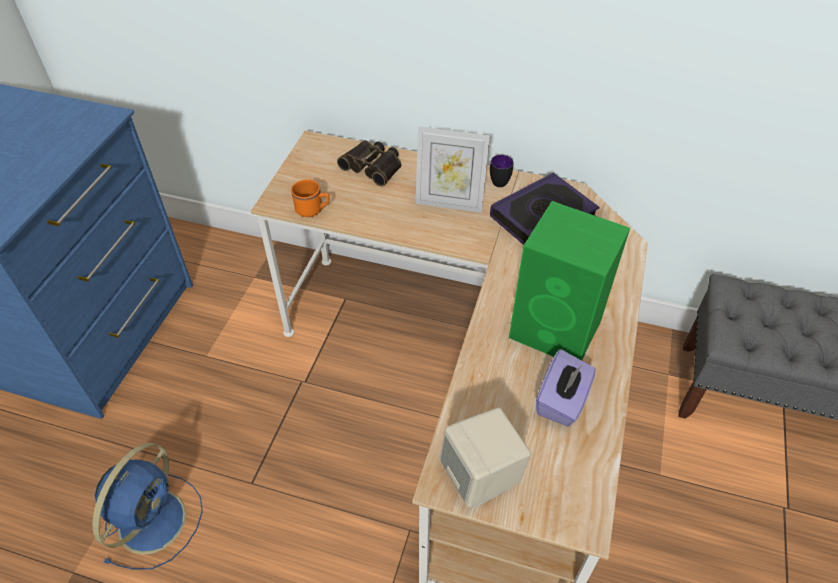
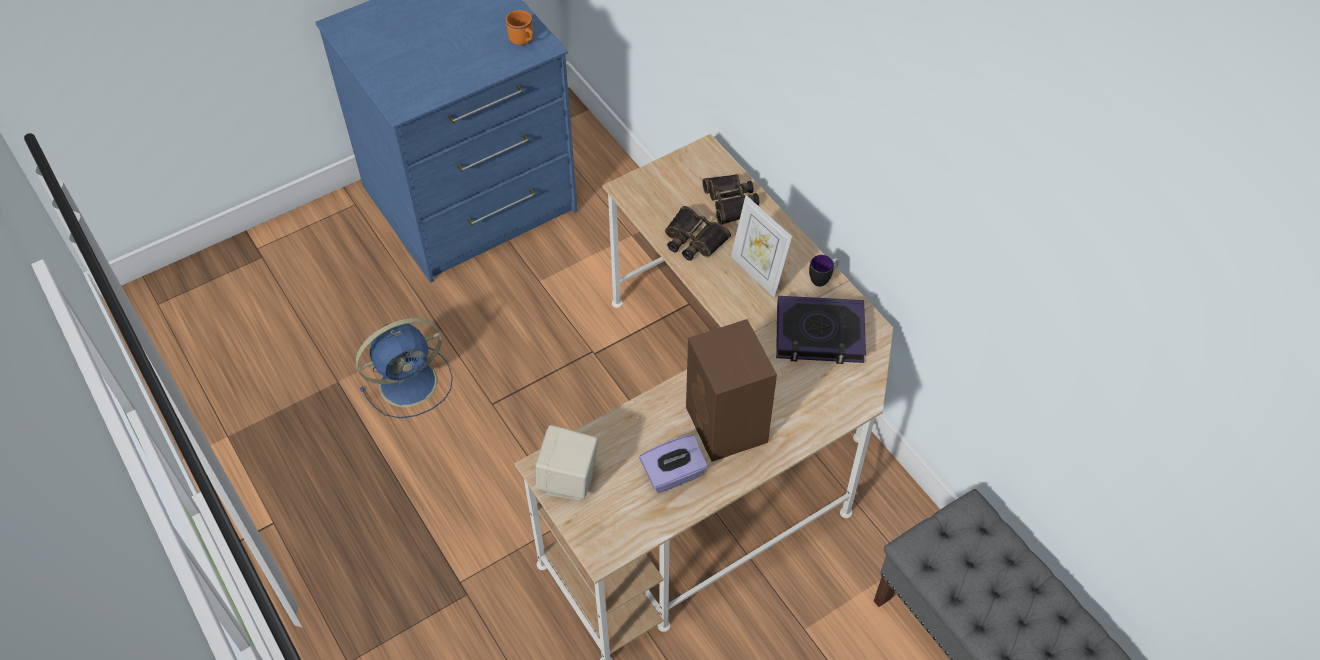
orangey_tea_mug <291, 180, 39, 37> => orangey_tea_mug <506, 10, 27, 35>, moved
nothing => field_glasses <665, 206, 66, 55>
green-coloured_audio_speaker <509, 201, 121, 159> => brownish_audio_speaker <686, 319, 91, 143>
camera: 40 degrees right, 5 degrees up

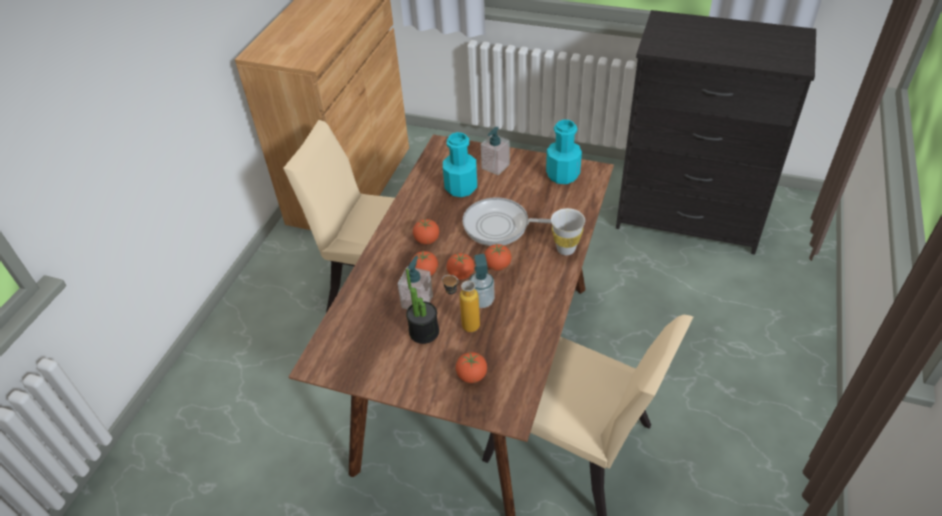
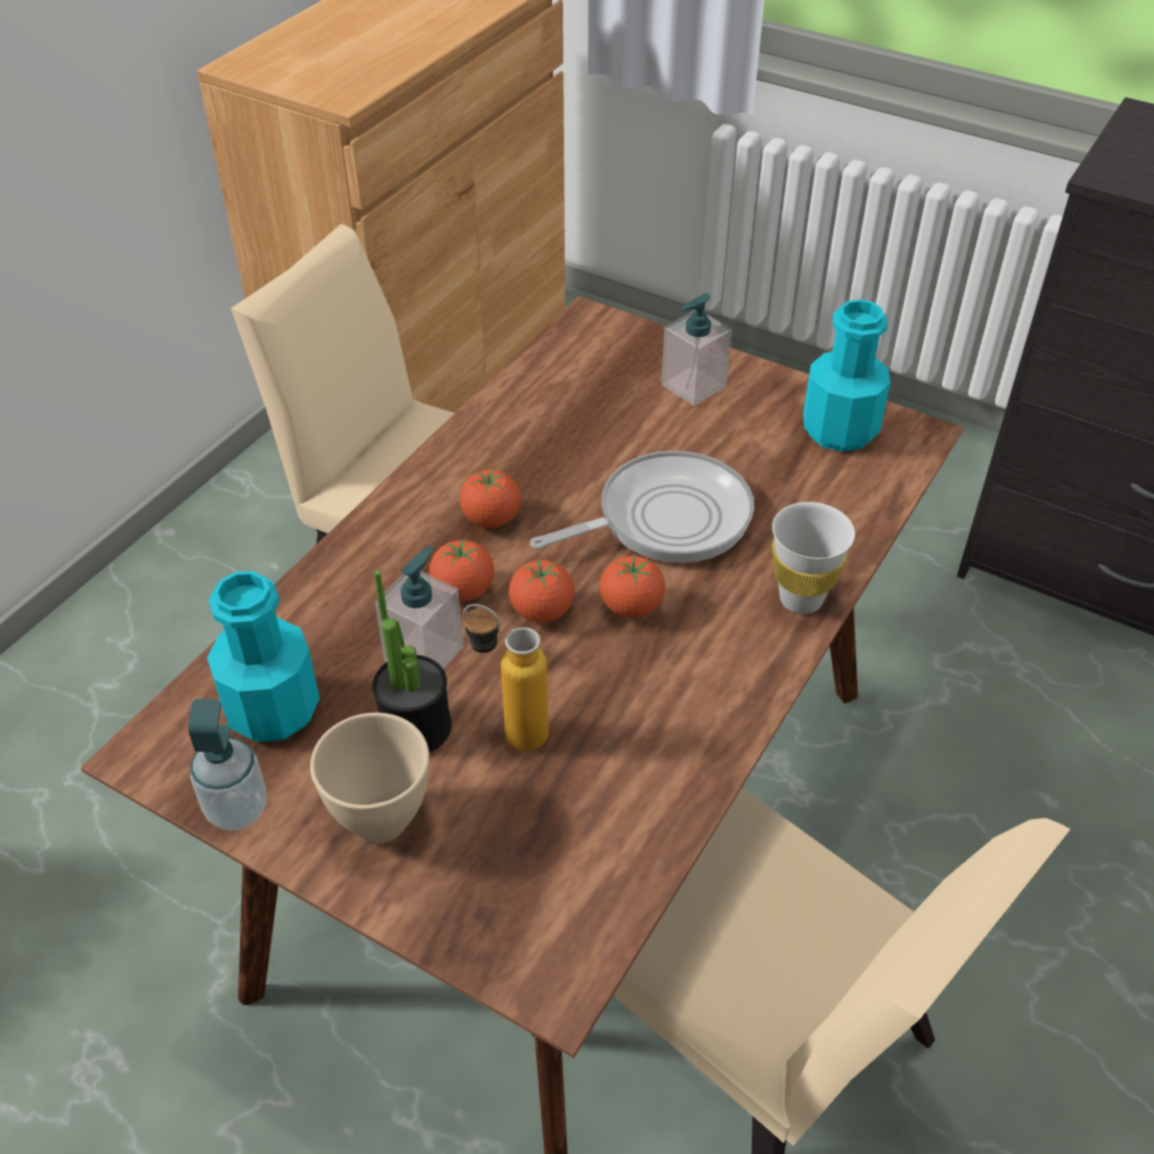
liquid_soap_bottle <469, 254, 26, 54> => liquid_soap_bottle <188, 699, 79, 132>, moved
turquoise_beverage_bottle <443, 132, 34, 65> => turquoise_beverage_bottle <207, 571, 113, 171>, moved
nothing => beige-coloured_bowl <310, 713, 119, 130>
pan <463, 198, 88, 48> => pan <530, 451, 224, 112>, 135 degrees clockwise
fresh_tomato <456, 352, 31, 31> => nothing
camera: 10 degrees right, 0 degrees up

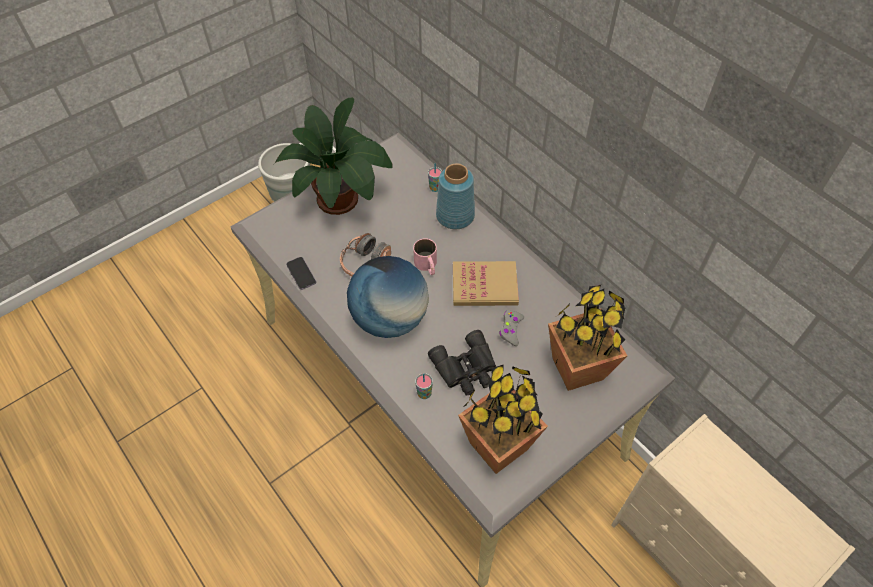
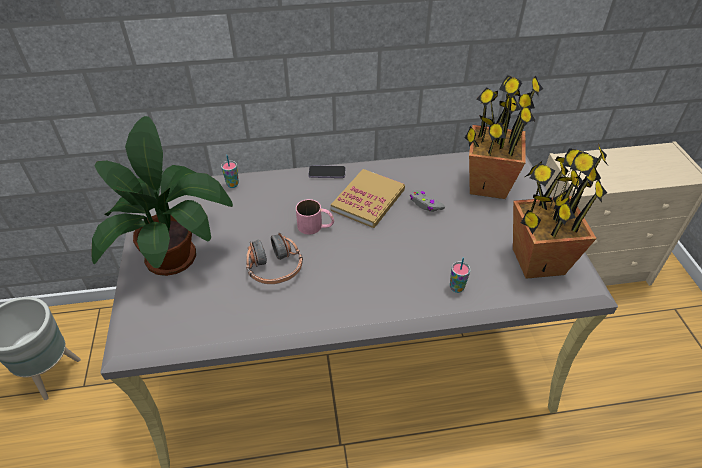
telephone <286, 257, 30, 33> => telephone <309, 166, 36, 12>, moved
desk_globe <347, 256, 82, 82> => nothing
blackish_field_glasses <428, 330, 68, 66> => nothing
blue-coloured_decorative_vase <436, 163, 39, 66> => nothing
camera: 60 degrees left, 10 degrees down

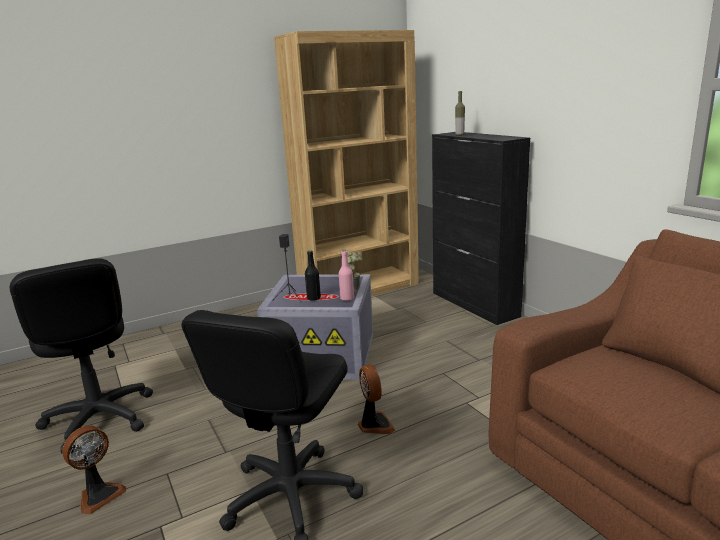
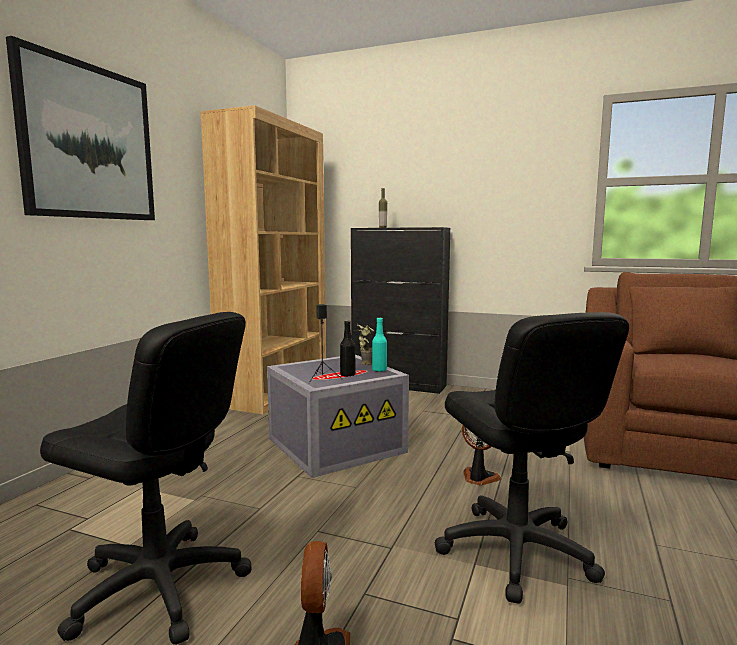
nothing => wall_picture <6, 36, 149, 184>
pink_beverage_bottle <339, 250, 15, 51> => turquoise_beverage_bottle <372, 318, 15, 54>
camera: 40 degrees left, 10 degrees down

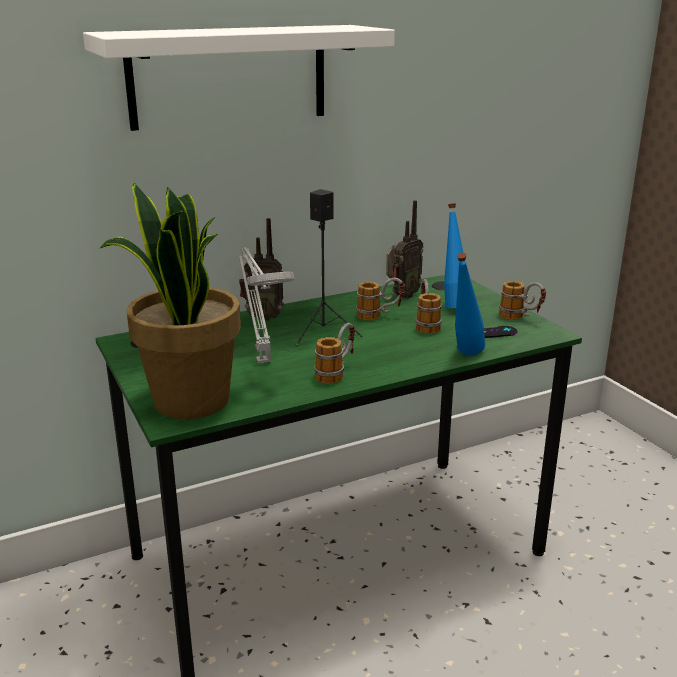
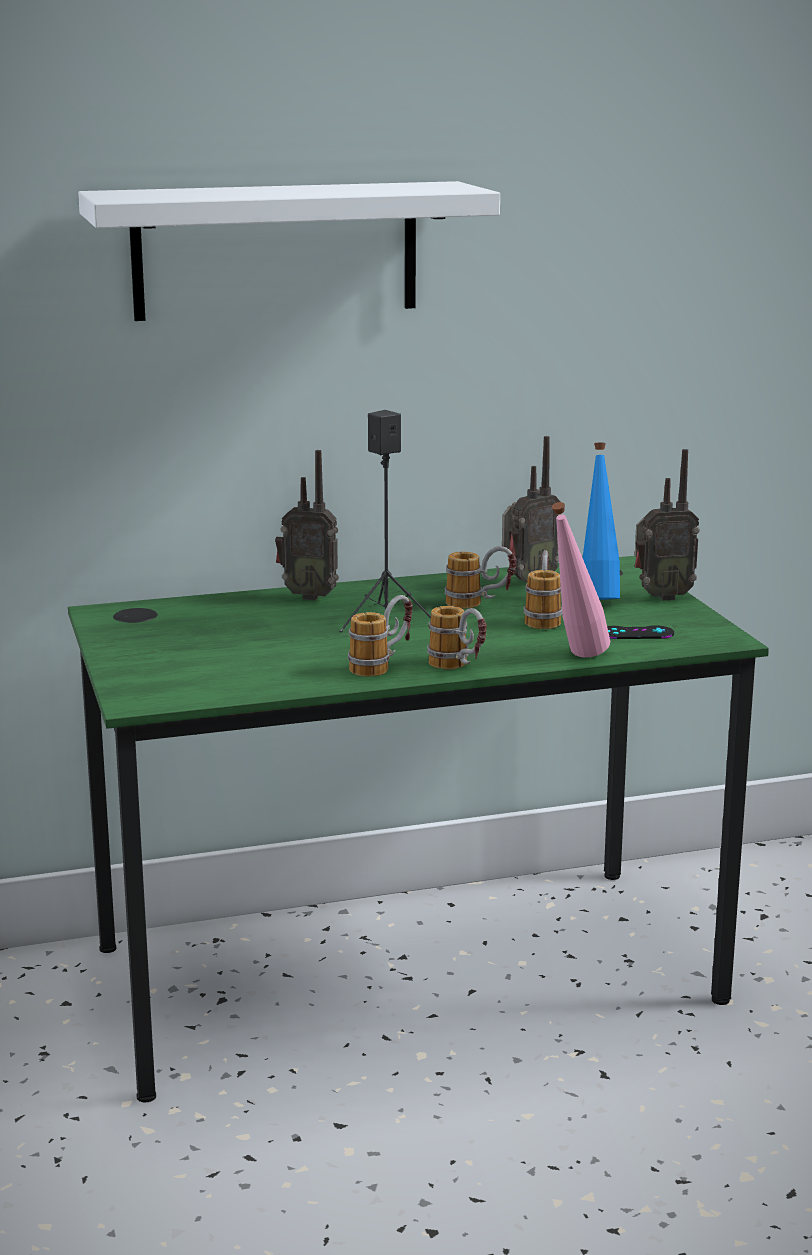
tea_mug <499, 281, 47, 39> => tea_mug <427, 606, 60, 64>, moved
blue-coloured_beverage_bottle <455, 253, 30, 102> => pink_beverage_bottle <552, 502, 58, 156>
nothing => radio_set <635, 449, 65, 152>
potted_plant <99, 183, 142, 236> => nothing
grey_tabletop_lamp <239, 247, 55, 116> => nothing
camera: 10 degrees right, 5 degrees down

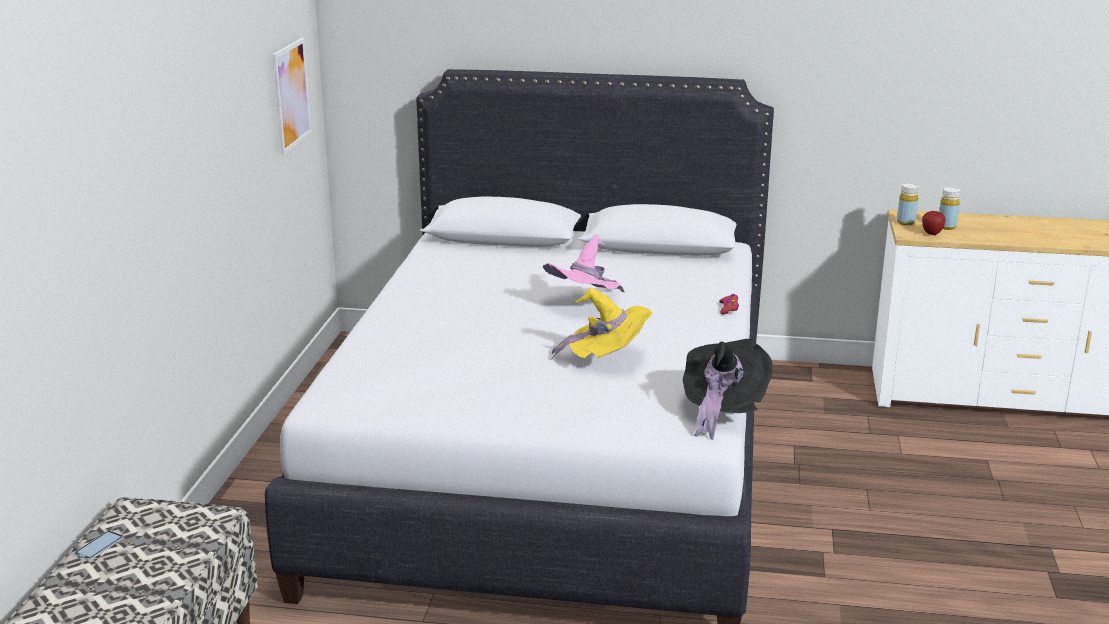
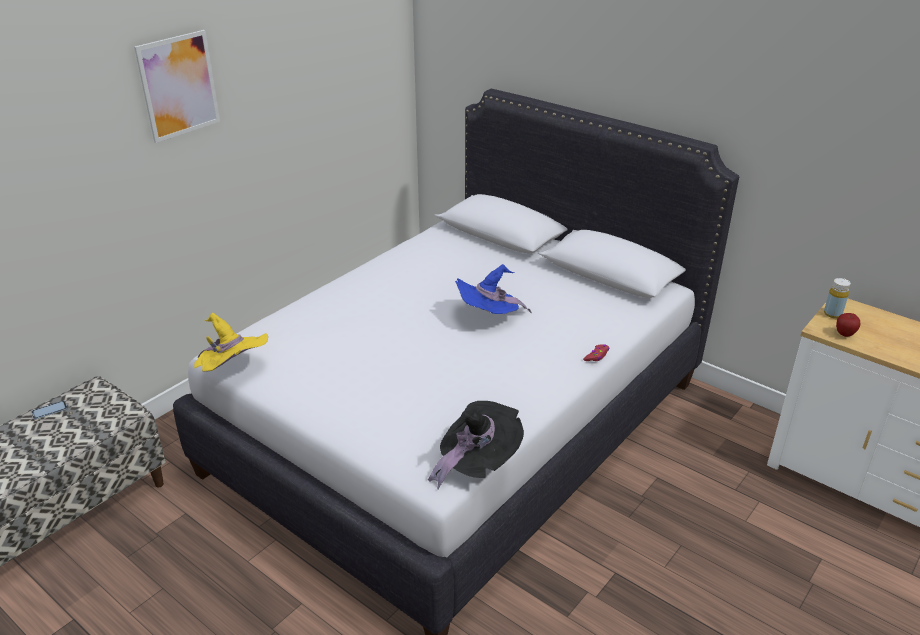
wall_picture <272, 38, 40, 116> => wall_picture <134, 30, 86, 113>, moved
yellow_clothing_hat <550, 287, 102, 73> => yellow_clothing_hat <194, 313, 74, 59>, moved
pink_clothing_hat <543, 235, 81, 57> => blue-coloured_clothing_hat <455, 264, 77, 50>
yellow_beverage_bottle <939, 187, 21, 43> => nothing
camera: 30 degrees right, 10 degrees up

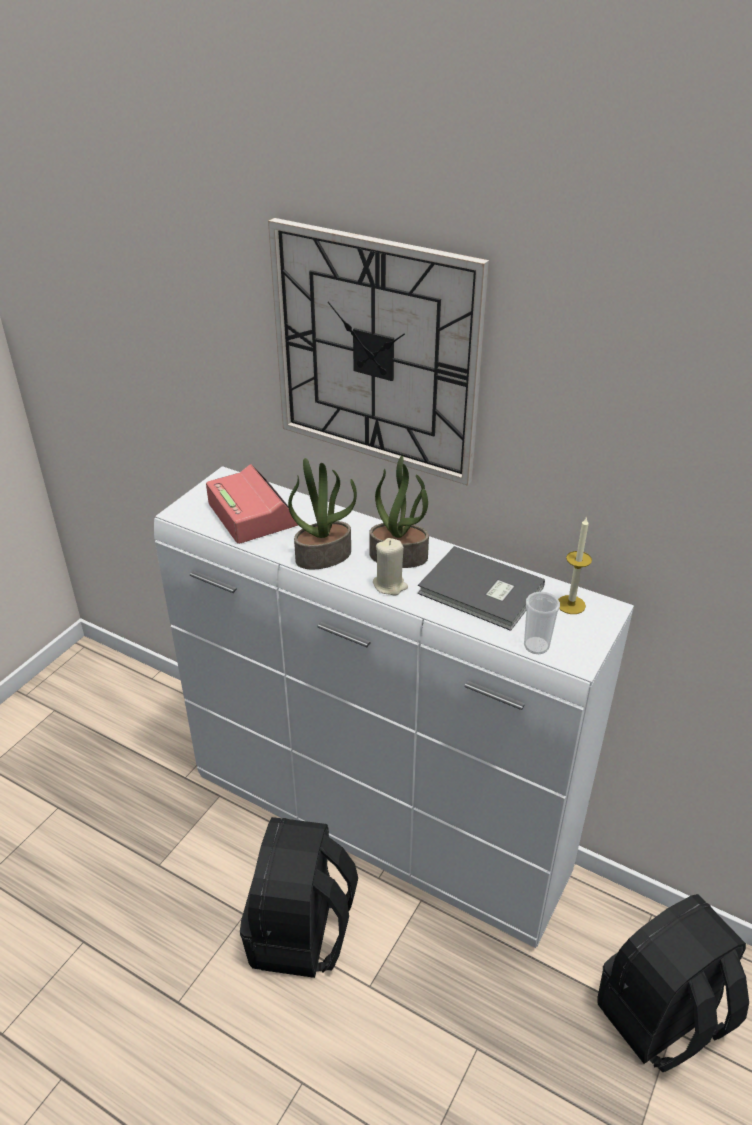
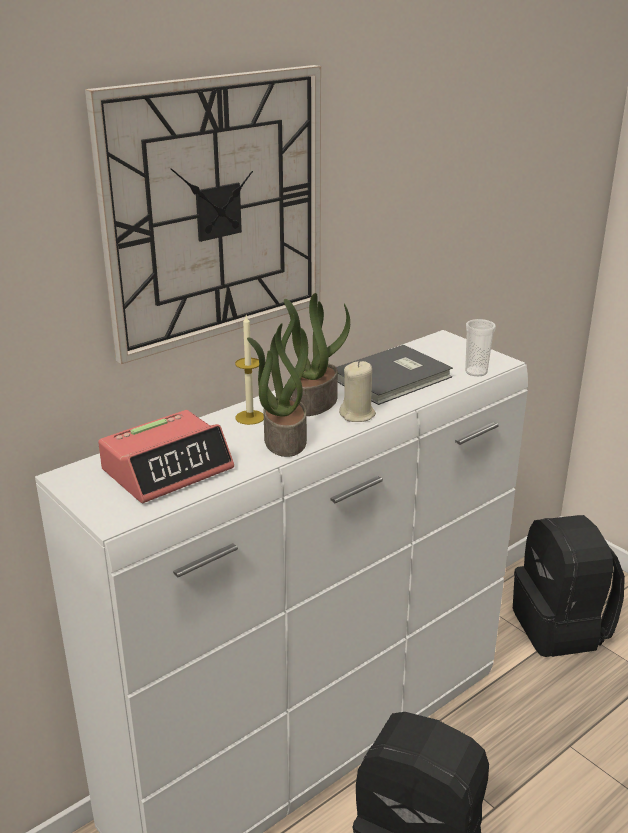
table_clock <206, 464, 92, 80> => table_clock <98, 410, 136, 93>, 150 degrees clockwise
candle <558, 516, 34, 98> => candle <235, 315, 29, 110>, moved
camera: 70 degrees left, 10 degrees down

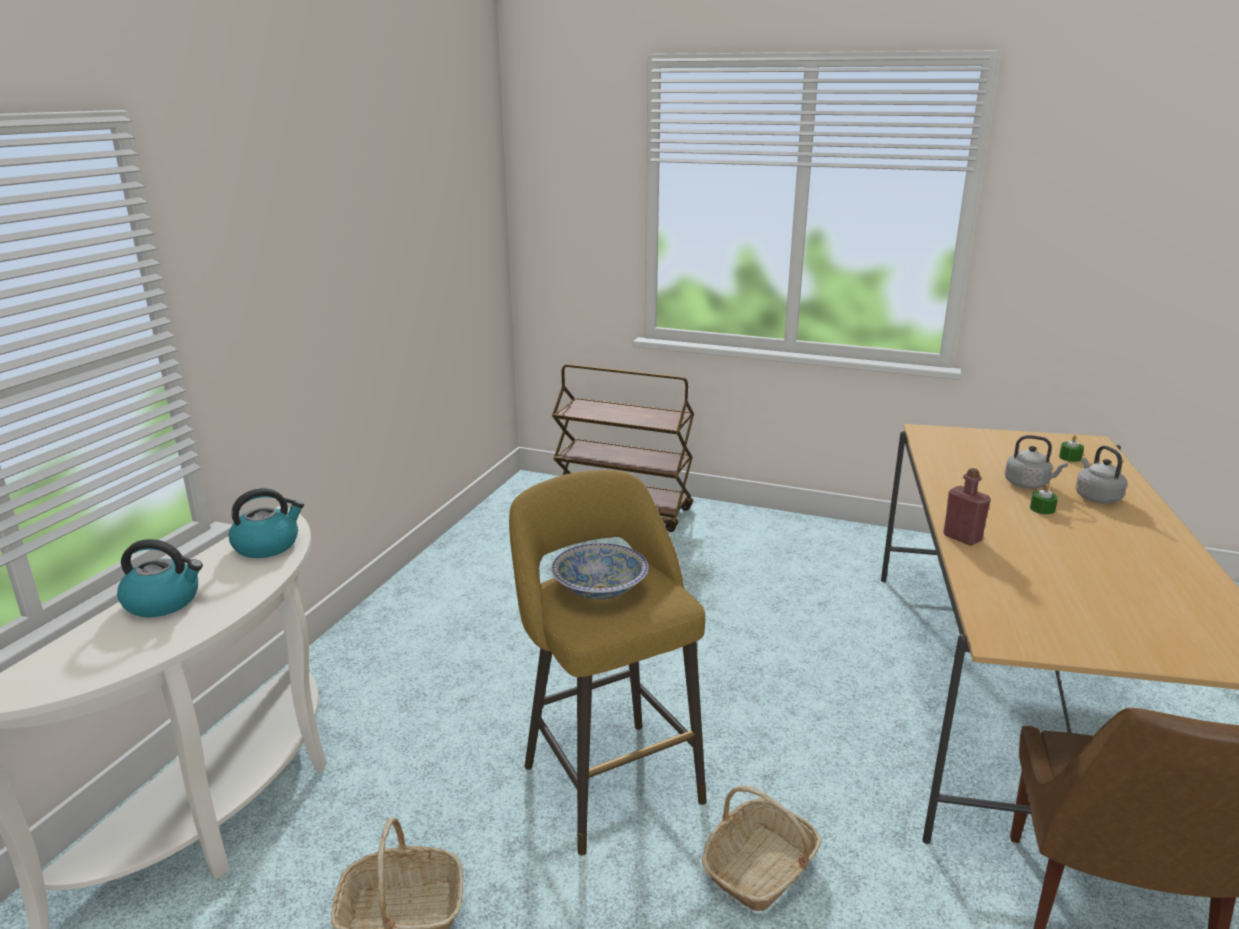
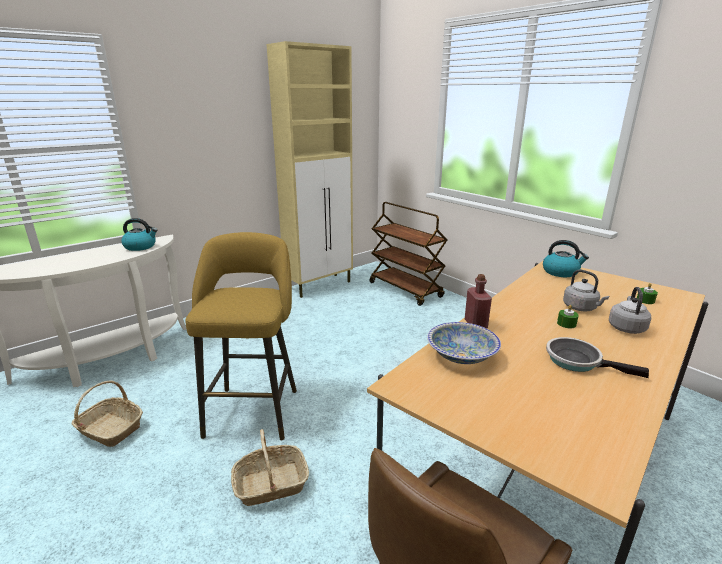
nothing => beige-coloured_cabinet <267, 41, 86, 257>
bowl <551, 543, 97, 56> => bowl <427, 322, 74, 42>, moved
kettle <117, 539, 86, 78> => kettle <543, 240, 46, 37>, moved
nothing => pan <546, 337, 103, 41>
camera: 30 degrees right, 0 degrees up

